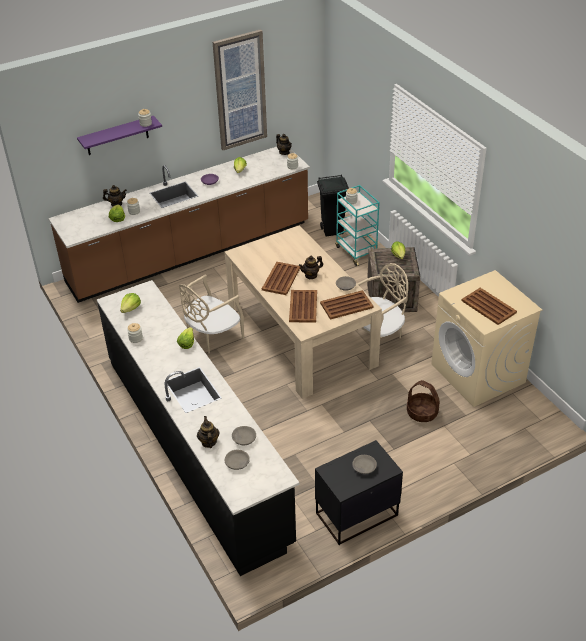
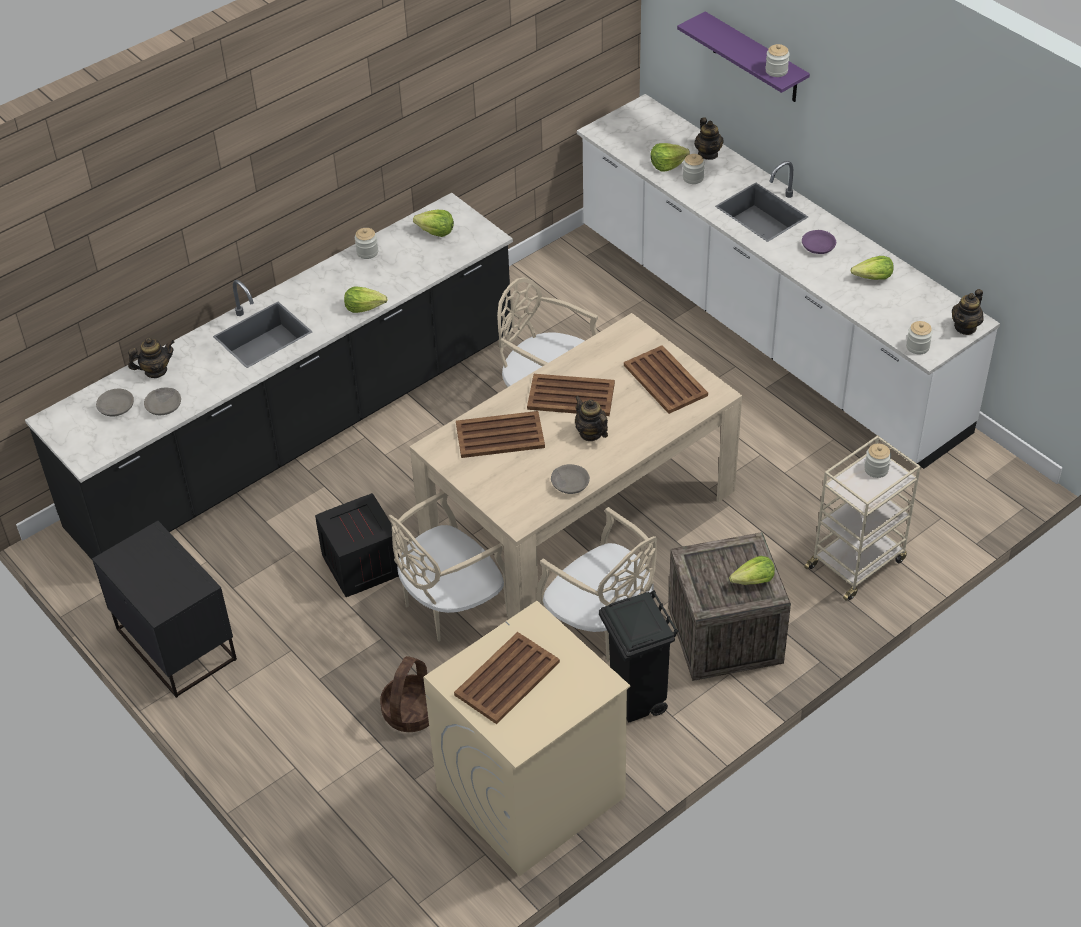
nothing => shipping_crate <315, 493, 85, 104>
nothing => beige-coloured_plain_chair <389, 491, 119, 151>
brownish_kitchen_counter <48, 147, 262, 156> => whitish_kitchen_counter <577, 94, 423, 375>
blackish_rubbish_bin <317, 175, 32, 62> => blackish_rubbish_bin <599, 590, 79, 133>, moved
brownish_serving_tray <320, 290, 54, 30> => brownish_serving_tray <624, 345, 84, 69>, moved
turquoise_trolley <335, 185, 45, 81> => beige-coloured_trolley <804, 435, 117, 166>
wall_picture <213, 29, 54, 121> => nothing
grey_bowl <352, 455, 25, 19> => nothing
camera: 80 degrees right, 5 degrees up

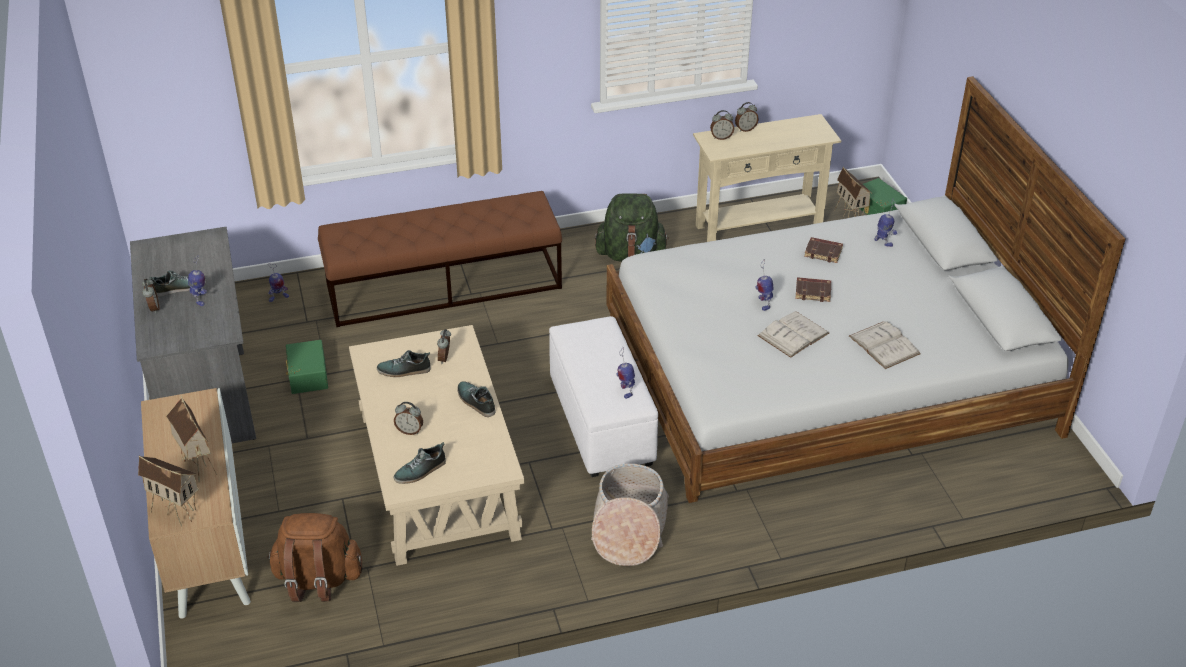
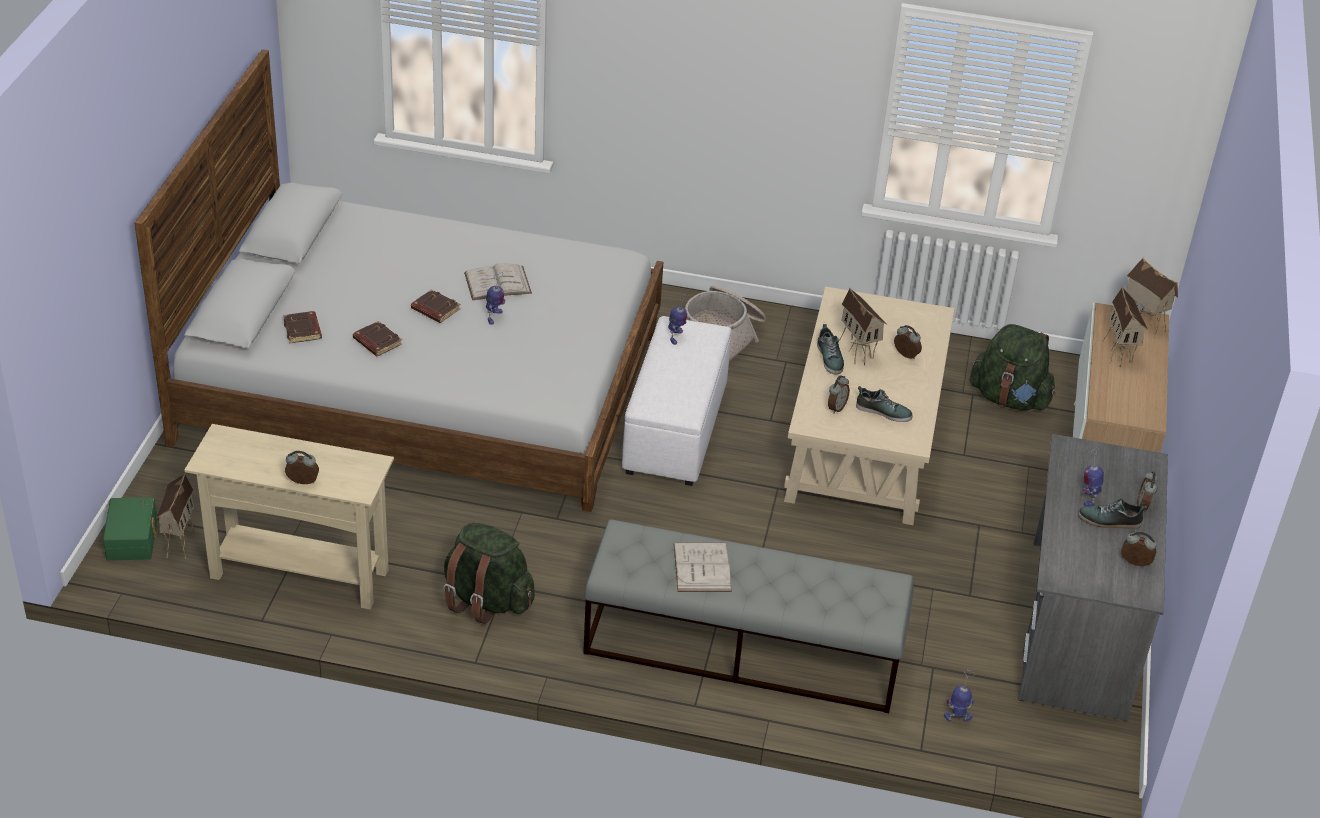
toy_robot <875, 199, 22, 48> => brownish_bound_book <283, 311, 39, 32>
brownish_bench <318, 191, 244, 136> => grey_bench <583, 519, 331, 194>
whitish_bound_book <849, 321, 72, 48> => whitish_bound_book <673, 543, 59, 49>, moved
nothing => toy_house <838, 288, 49, 77>
brownish_knapsack <267, 513, 96, 89> => green-coloured_knapsack <970, 324, 86, 87>
table_clock <710, 110, 24, 30> => table_clock <1121, 532, 36, 34>, moved
green-coloured_storage_container <286, 340, 42, 54> => nothing
low_shoe <394, 442, 52, 42> => nothing
camera: 155 degrees left, 0 degrees up

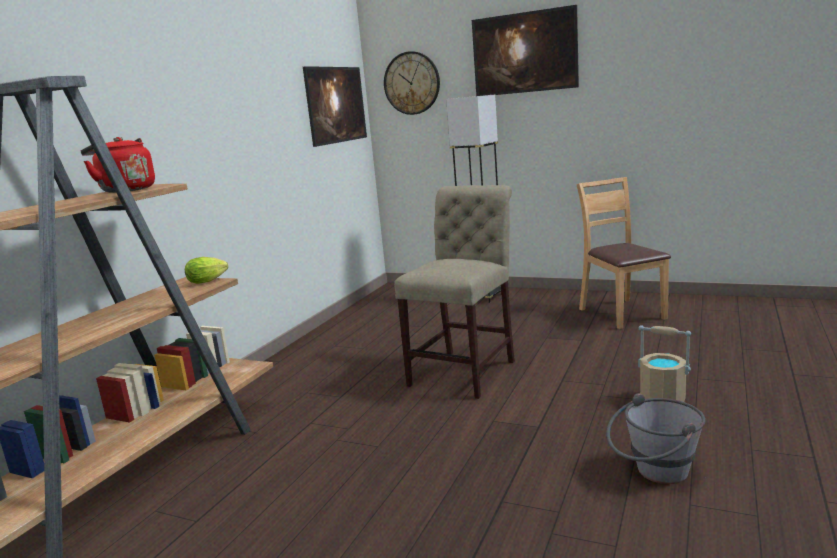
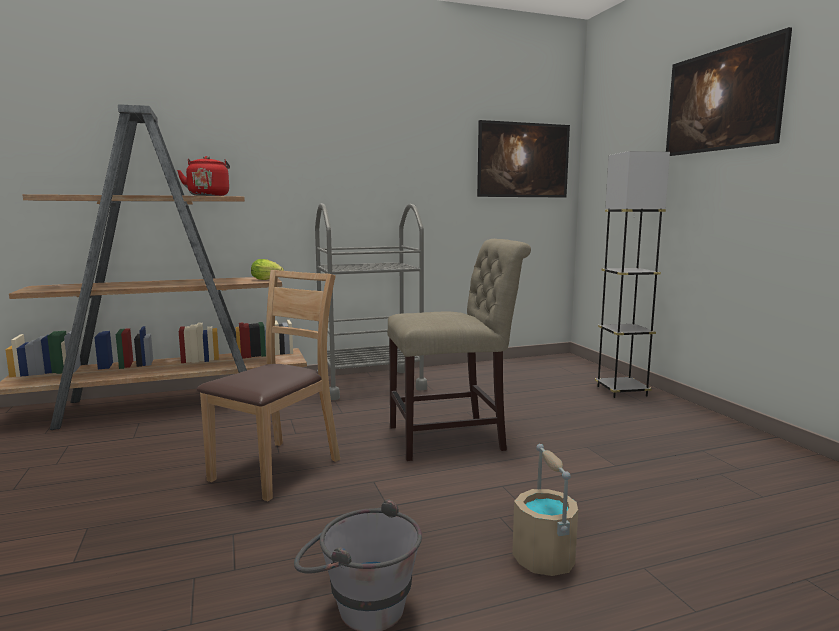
brownish_plain_chair <576, 177, 95, 152> => brownish_plain_chair <197, 270, 143, 231>, moved
nothing => grey_trolley <315, 203, 112, 197>
hanging_clock <384, 51, 56, 64> => nothing
camera: 45 degrees right, 5 degrees down

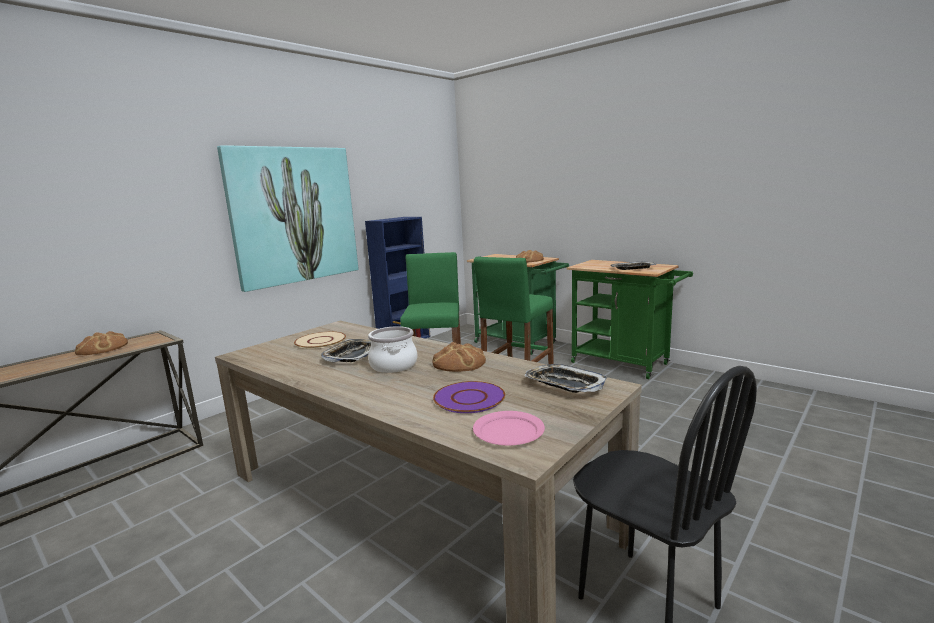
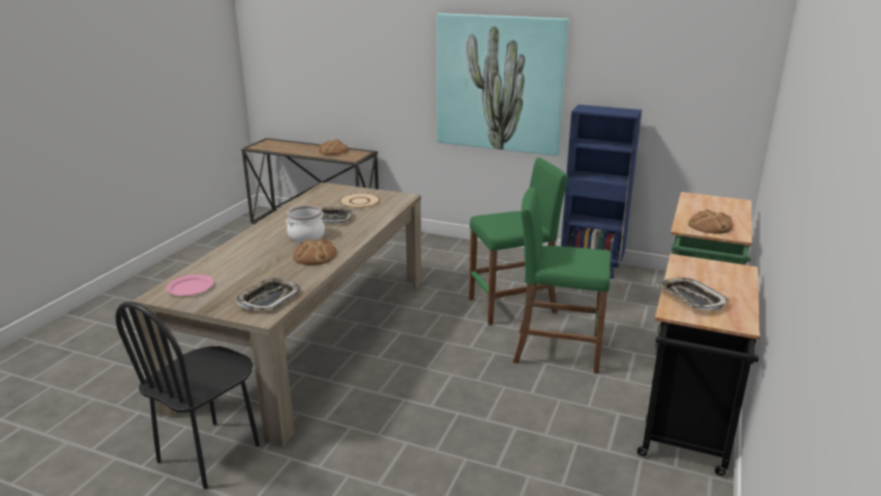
green-coloured_trolley <566, 260, 127, 119> => blackish_trolley <637, 254, 123, 222>
purplish_plate <433, 381, 72, 32> => nothing
camera: 70 degrees right, 10 degrees up

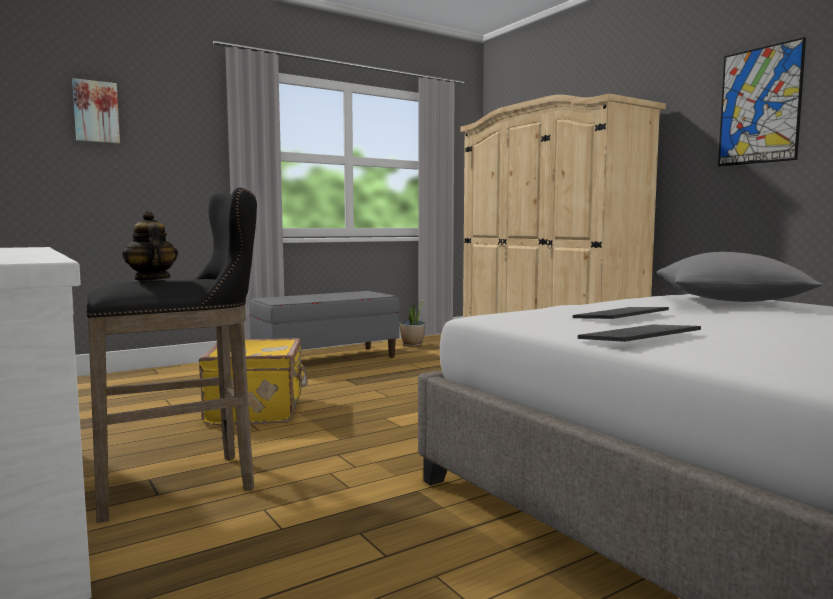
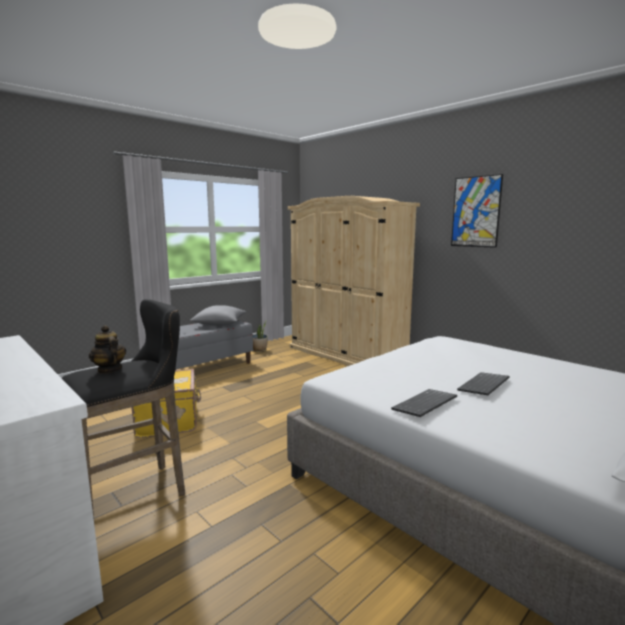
grey_pillow <657, 252, 166, 50> => grey_pillow <190, 305, 56, 21>, moved
keyboard <573, 307, 96, 12> => keyboard <457, 372, 52, 23>, moved
wall_picture <72, 78, 48, 65> => nothing
camera: 10 degrees left, 5 degrees up

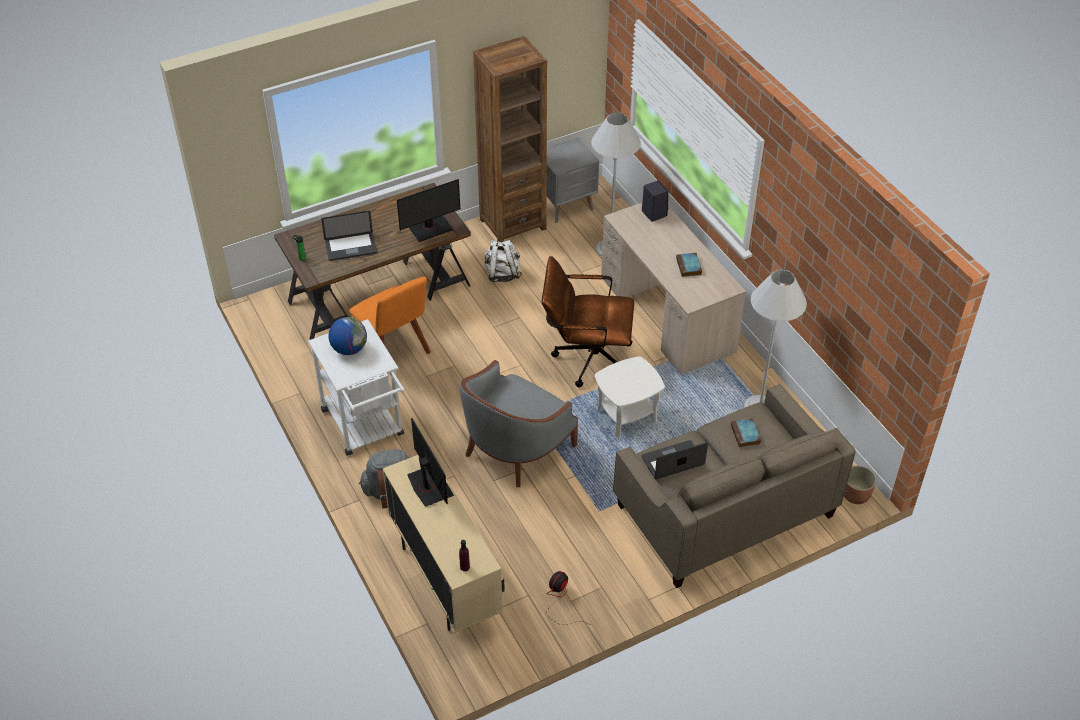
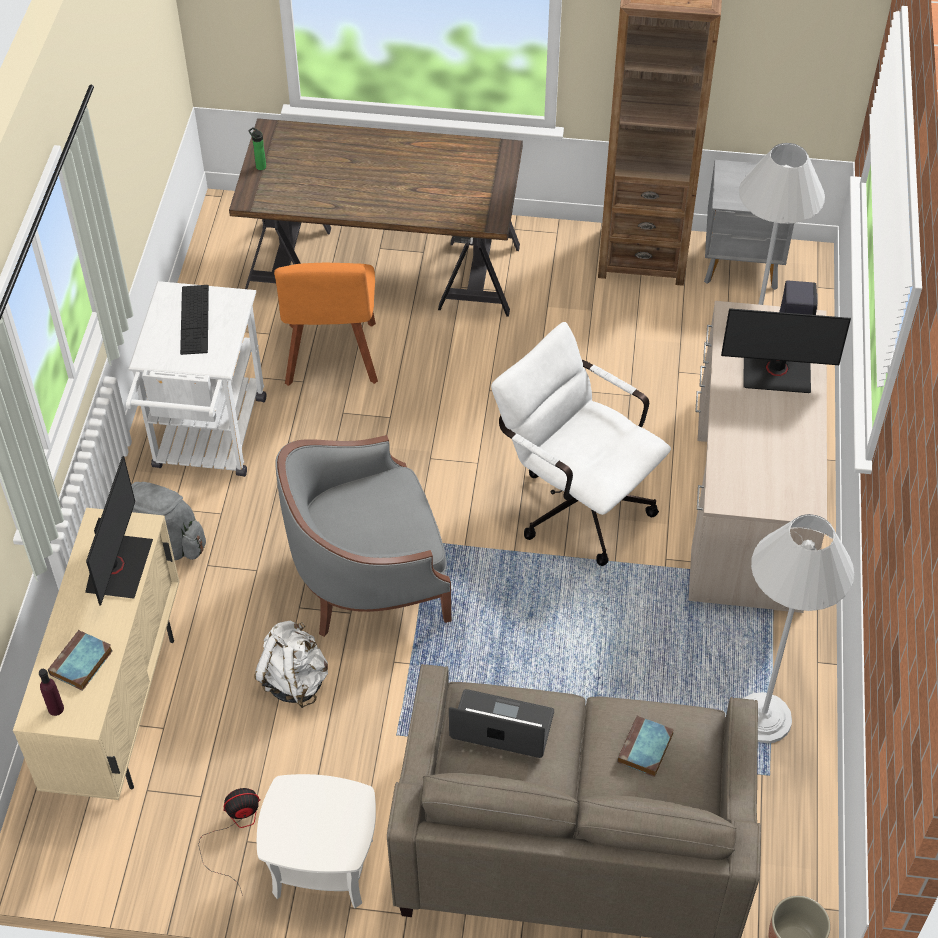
bound_book <676, 253, 26, 24> => bound_book <48, 630, 64, 61>, moved
desk_globe <328, 317, 39, 38> => keyboard <180, 285, 29, 70>
whitish_knapsack <484, 240, 38, 42> => whitish_knapsack <254, 620, 74, 88>, moved
whitish_accent_table <595, 356, 70, 82> => whitish_accent_table <257, 774, 119, 134>, moved
brownish_office_chair <542, 256, 92, 131> => whitish_office_chair <491, 322, 180, 244>
computer_screen <397, 179, 63, 63> => computer_screen <721, 308, 130, 85>, moved
portable_computer <321, 211, 56, 50> => nothing
camera: 35 degrees right, 5 degrees up

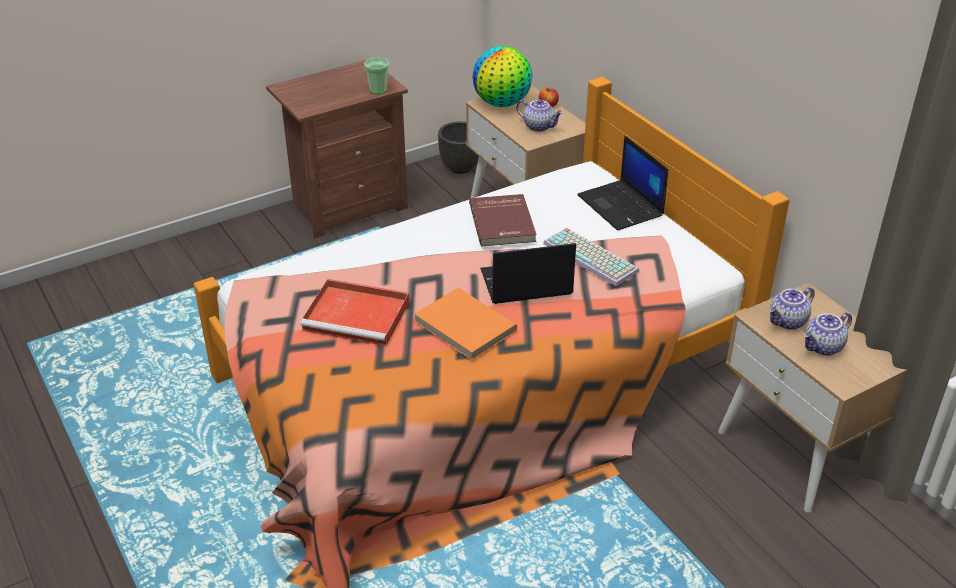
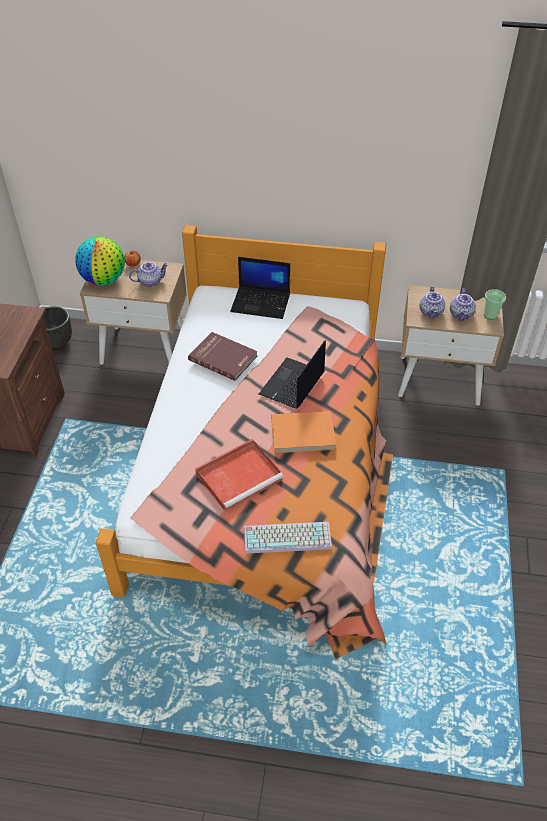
keyboard <543, 228, 96, 58> => keyboard <244, 522, 88, 32>, moved
cup <364, 58, 25, 37> => cup <484, 289, 22, 31>, moved
camera: 50 degrees left, 10 degrees up

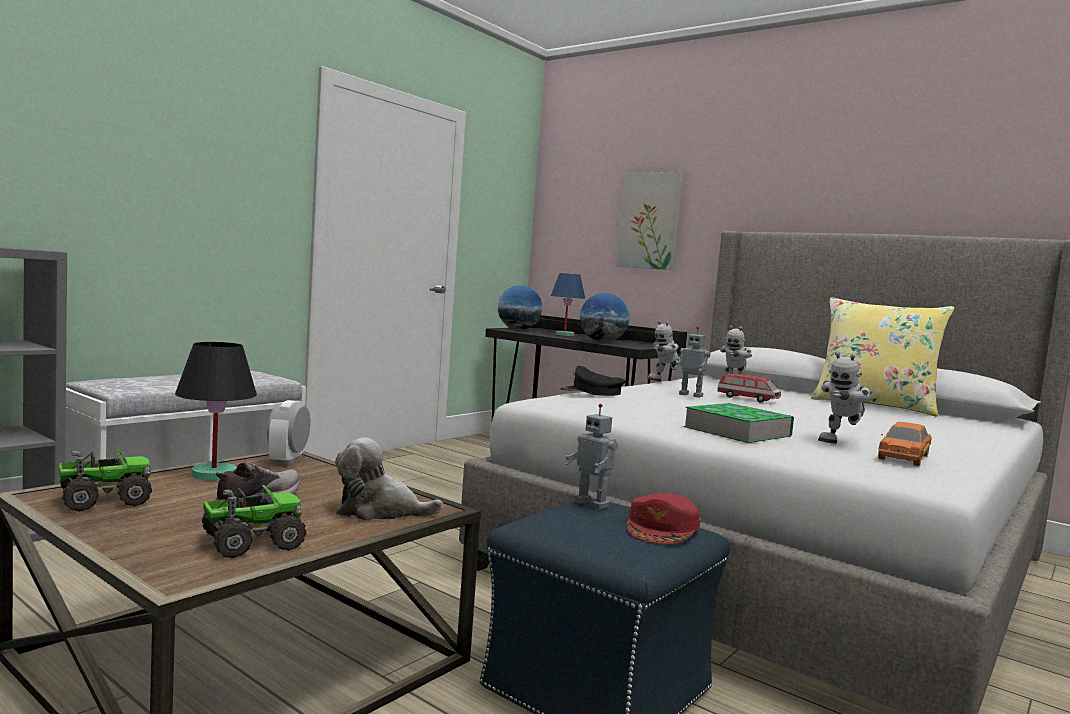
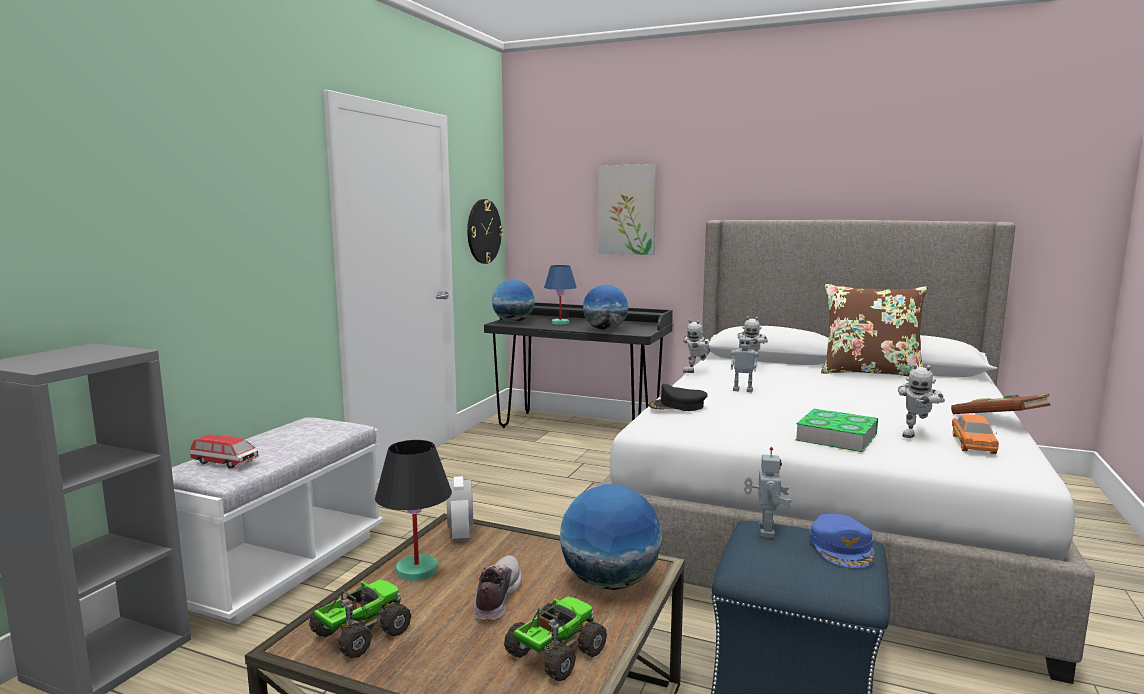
model_car <717, 374, 64, 29> => model_car <190, 434, 69, 35>, moved
nothing => hanging_clock <467, 199, 36, 65>
plush_toy <335, 437, 108, 84> => desk_globe <560, 484, 102, 106>
toy_robot <565, 404, 53, 106> => toy_robot <744, 447, 48, 91>, 105 degrees counterclockwise
reddish_baseball_cap <626, 493, 74, 51> => blue-coloured_baseball_cap <809, 513, 66, 55>
yellow_pillow <811, 297, 144, 119> => brownish_pillow <821, 284, 107, 93>
nothing => brownish_bound_book <951, 394, 99, 20>
camera: 15 degrees left, 5 degrees up

